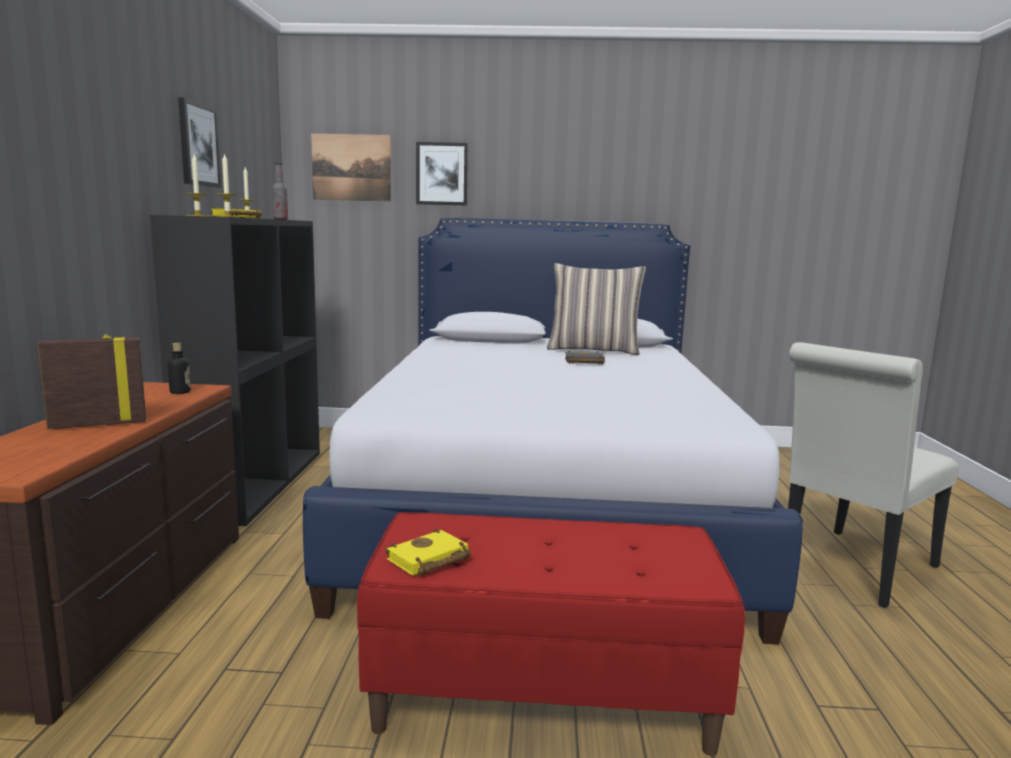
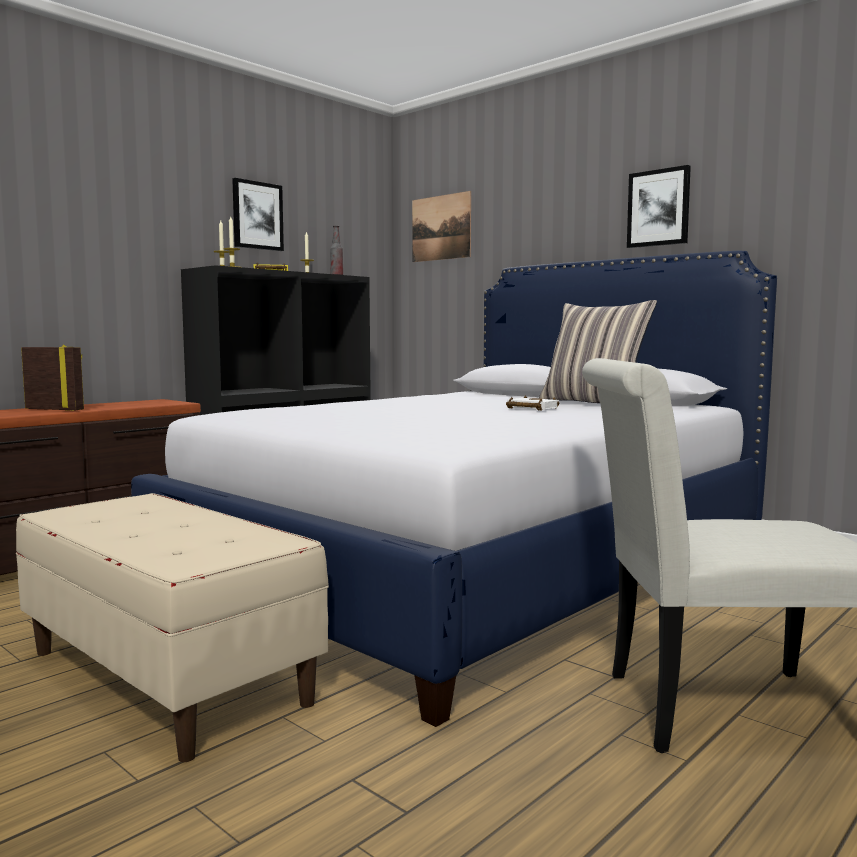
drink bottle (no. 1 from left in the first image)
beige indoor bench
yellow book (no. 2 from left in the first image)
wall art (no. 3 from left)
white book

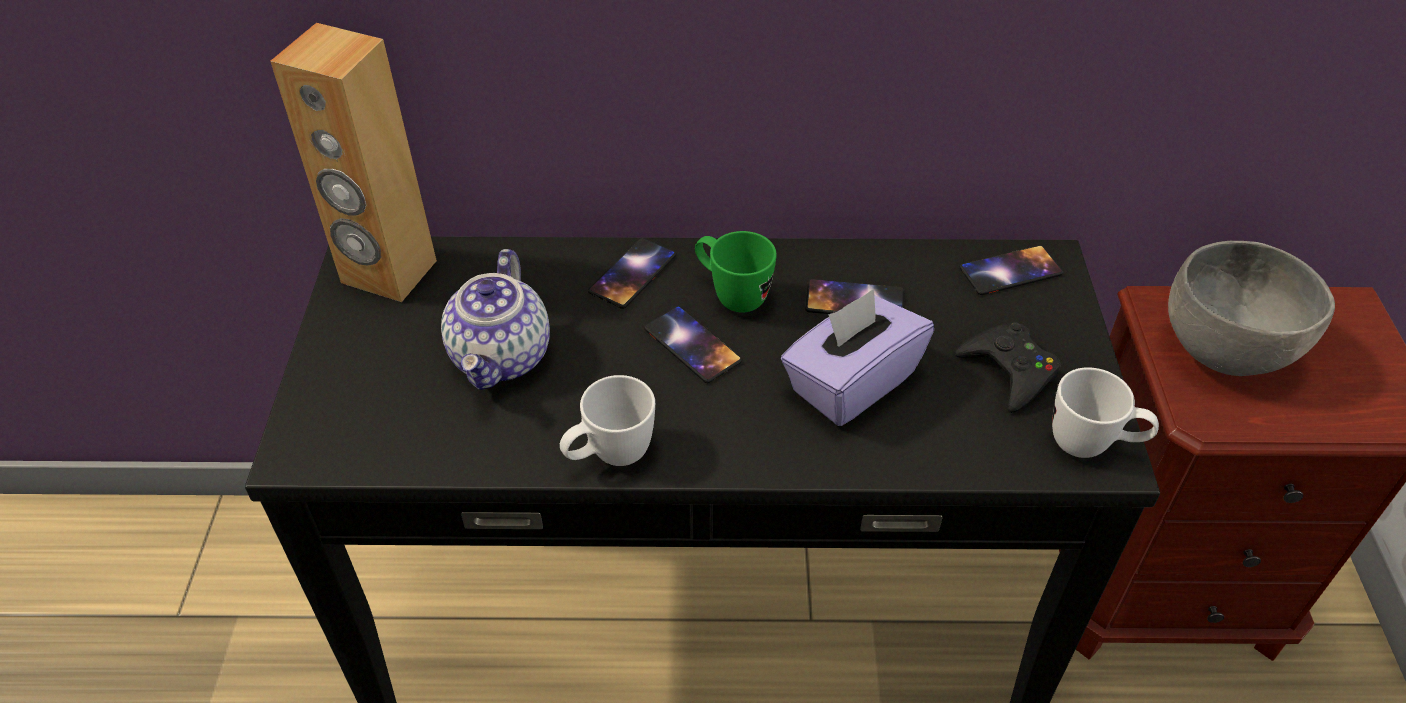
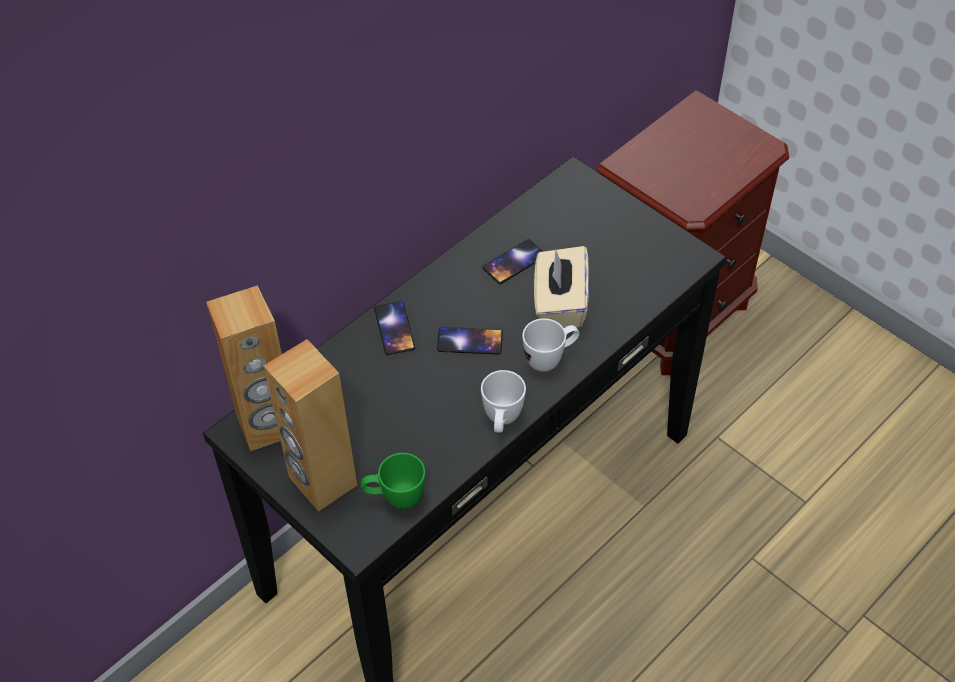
tea pot
greenish coffee mug
beige tissue box
blackish joypad
telephone (no. 4 from left in the first image)
white coffee mug (no. 2 from left)
gray bowl
brown audio speaker (no. 2 from left)

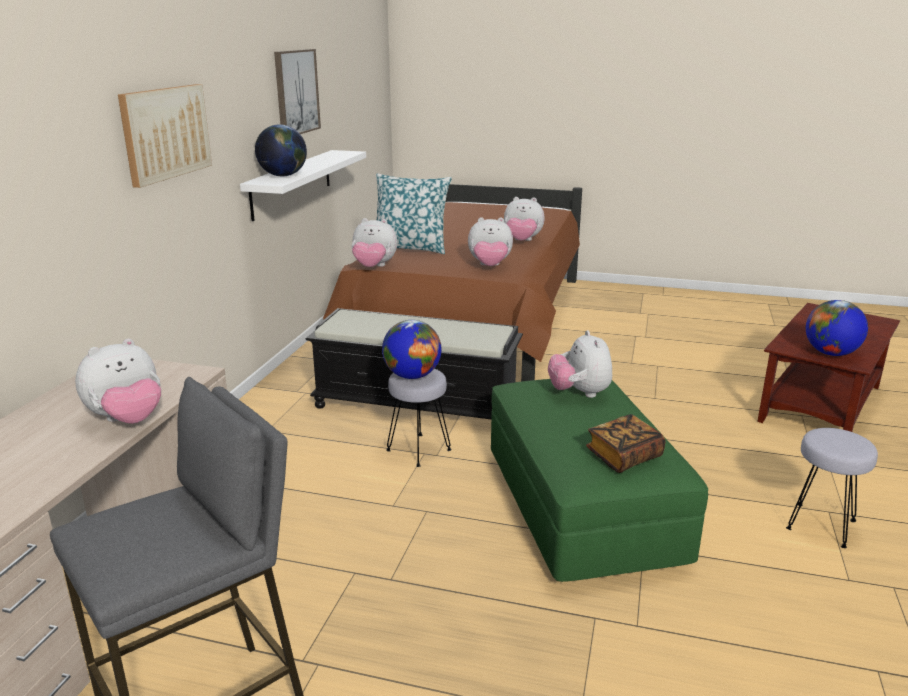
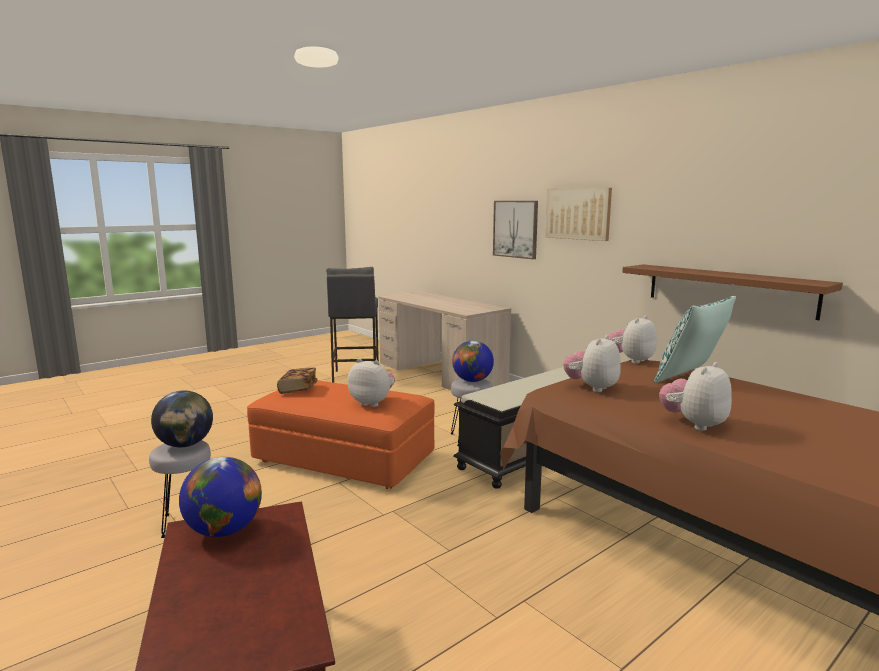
cuddly toy (no. 1 from left in the first image)
brown wall shelf
world globe (no. 1 from left)
wall art (no. 1 from left)
orange-coloured pouffe

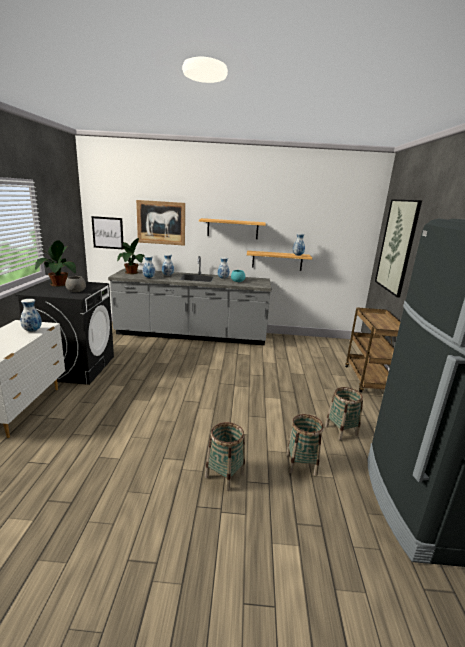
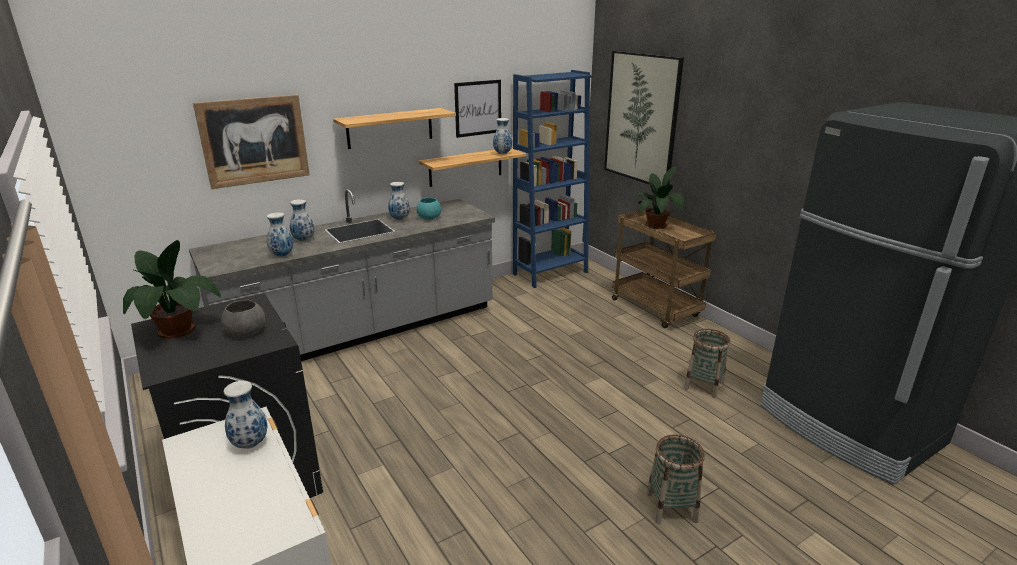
wall art (no. 2 from left)
houseplant (no. 2 from left)
storage basket (no. 2 from left in the first image)
bluish shelving unit

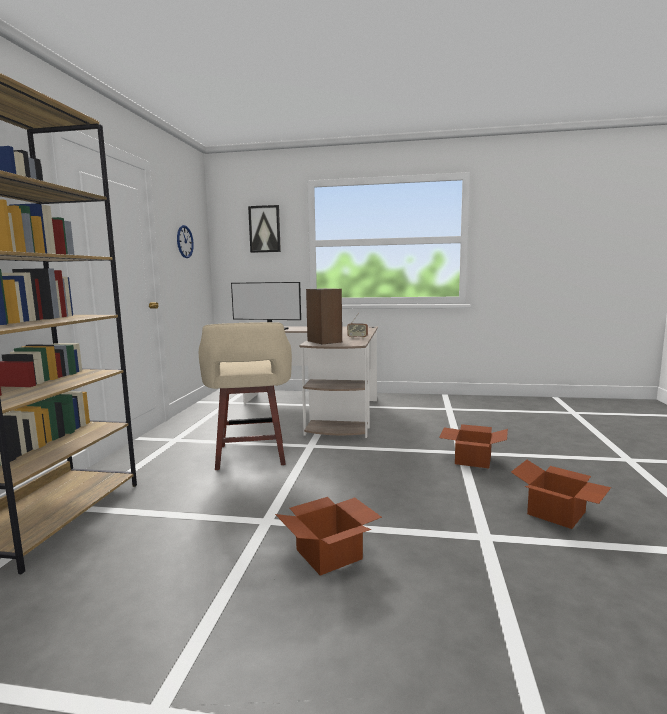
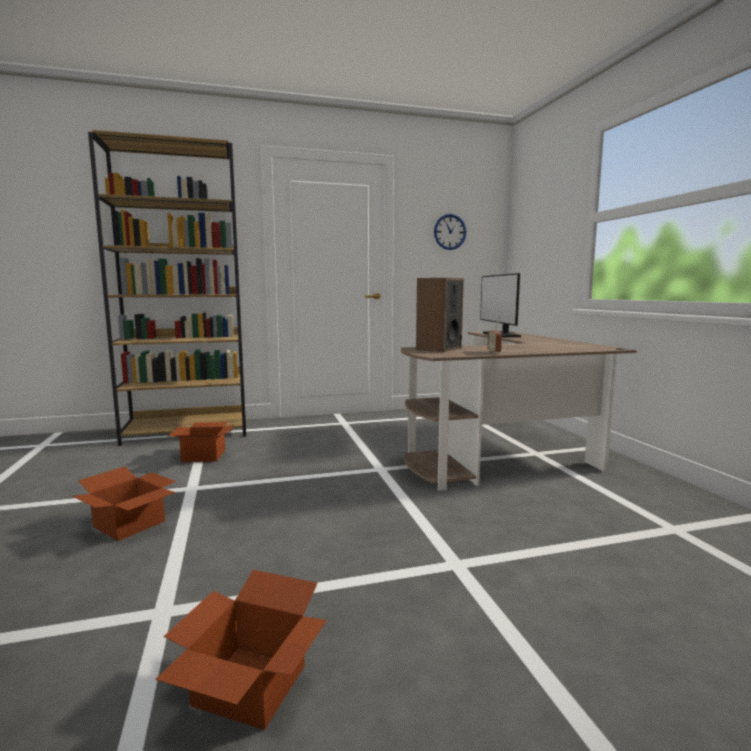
beige stool
wall art
packing box (no. 2 from left)

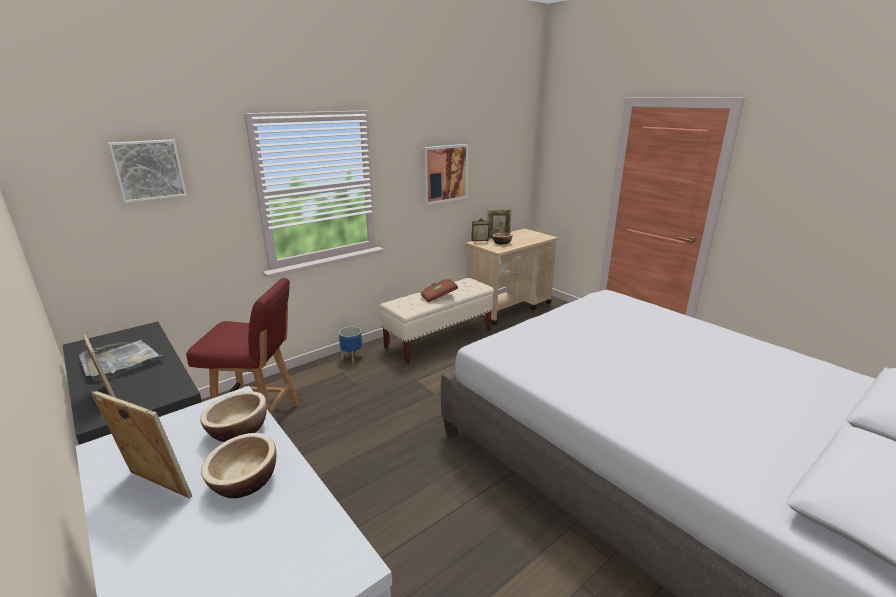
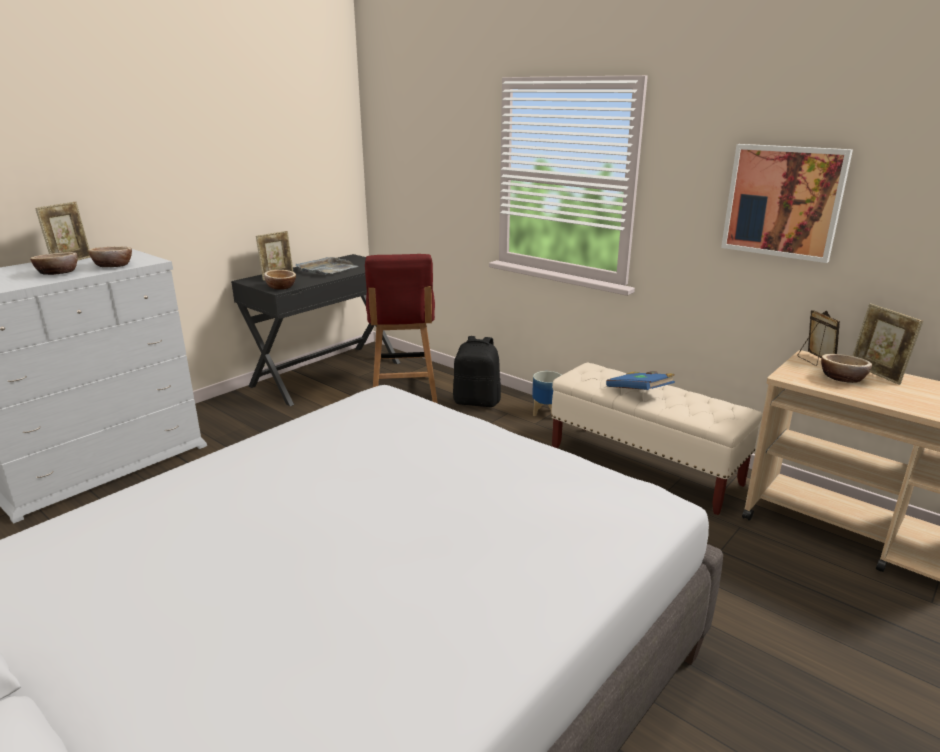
wall art (no. 1 from left in the first image)
bluish book
bowl (no. 3 from left)
blackish backpack

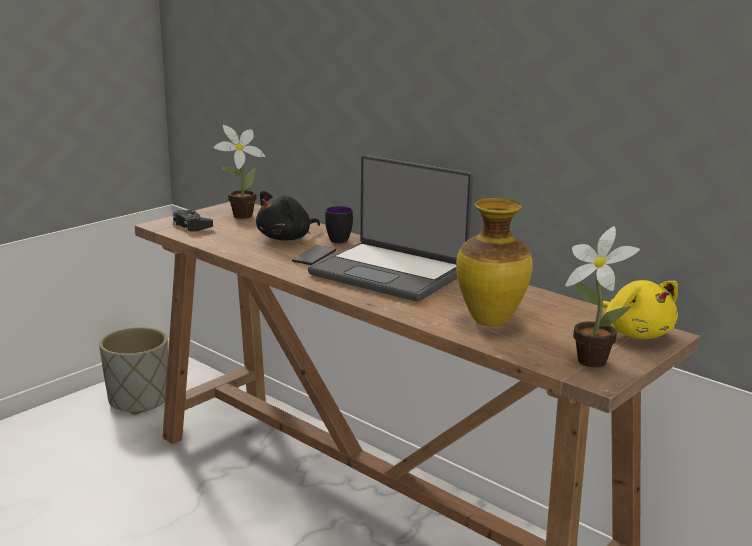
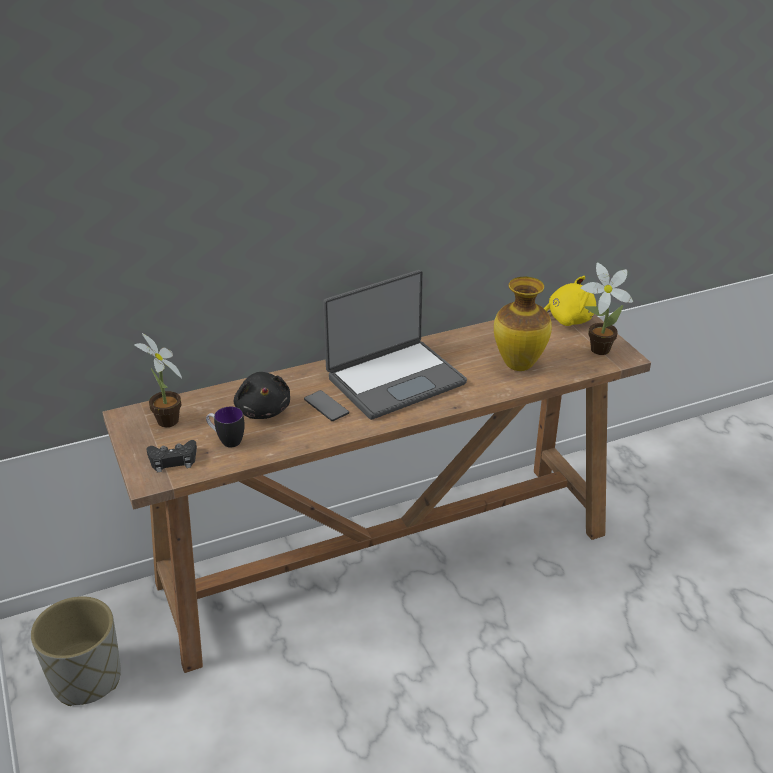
coffee mug

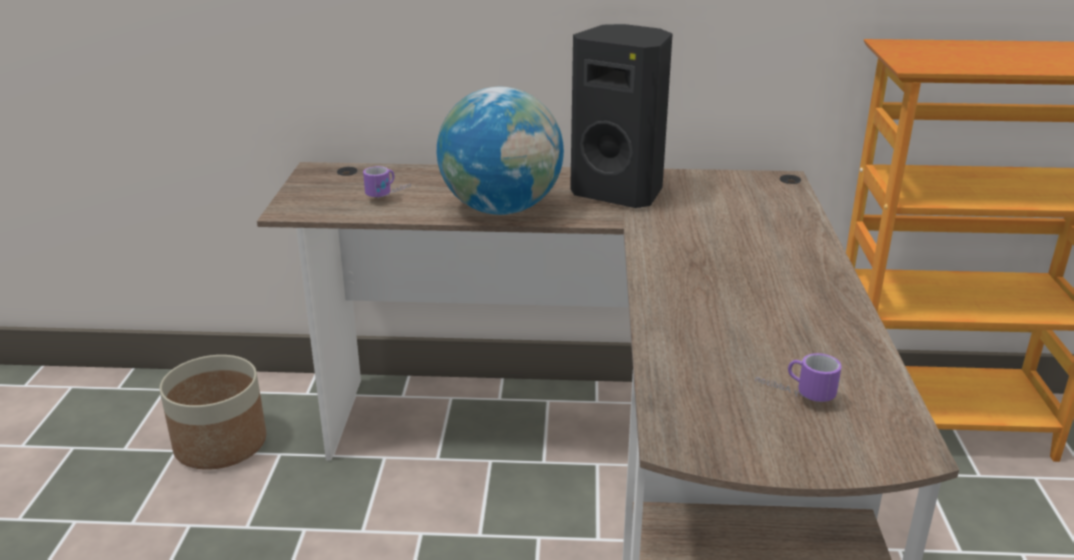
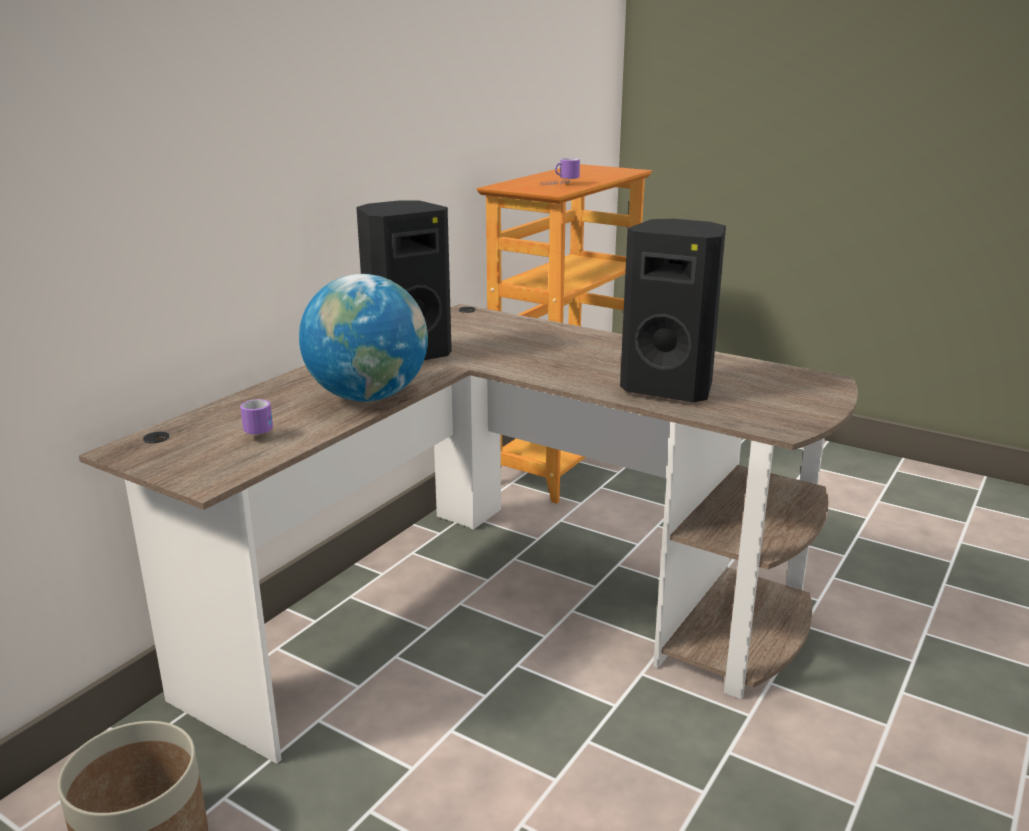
coffee mug (no. 2 from left)
blackish audio speaker (no. 2 from left)

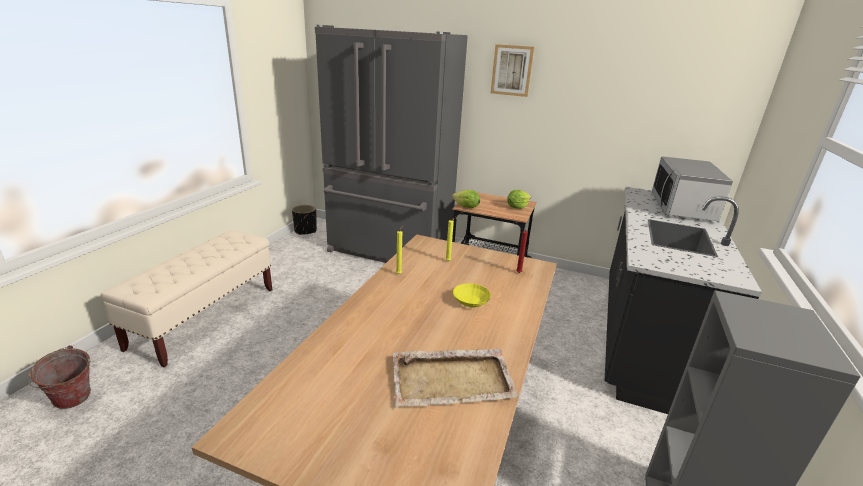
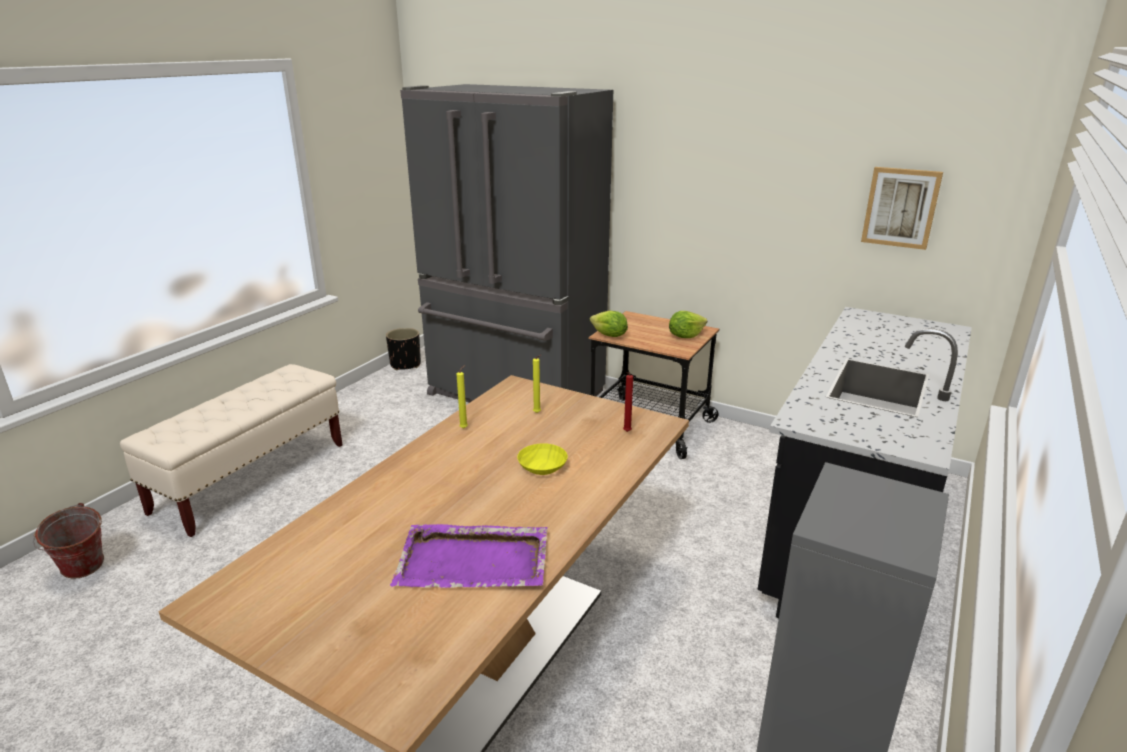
purple-coloured tray
wall art
microwave oven

